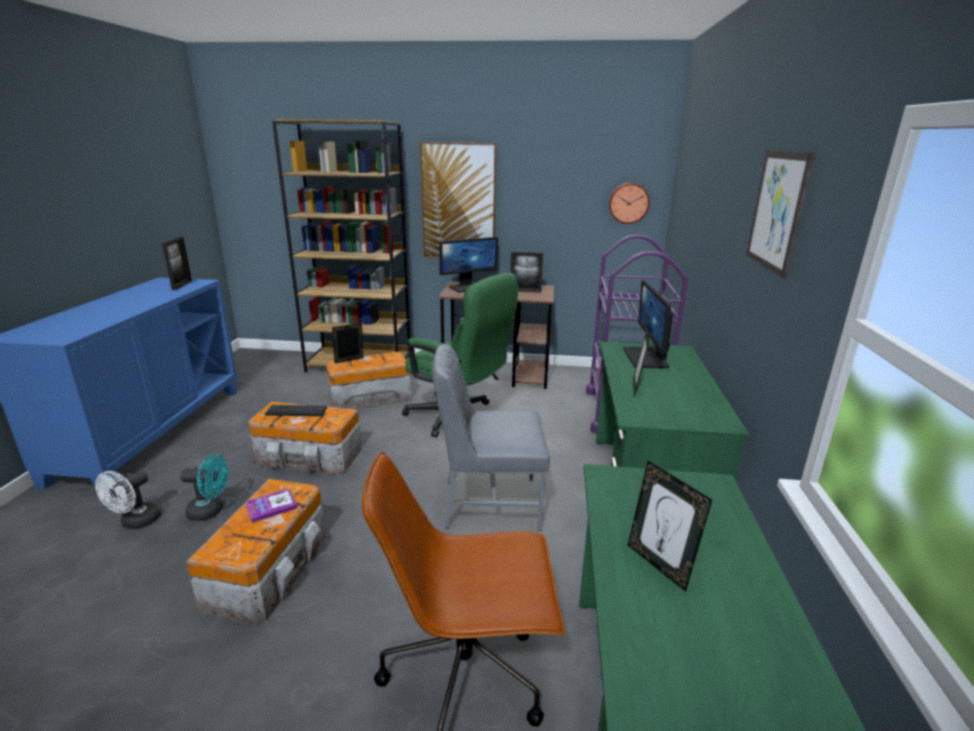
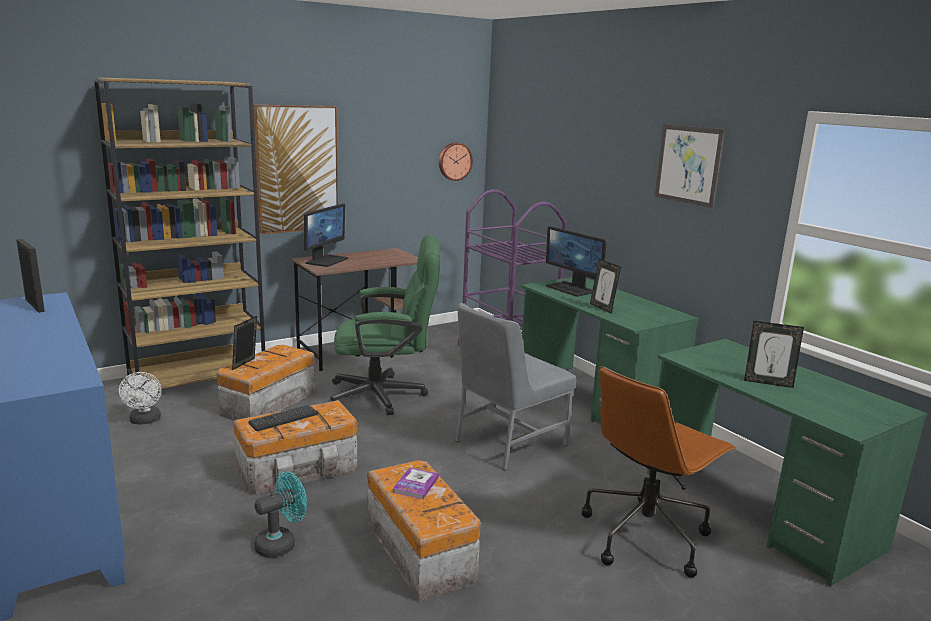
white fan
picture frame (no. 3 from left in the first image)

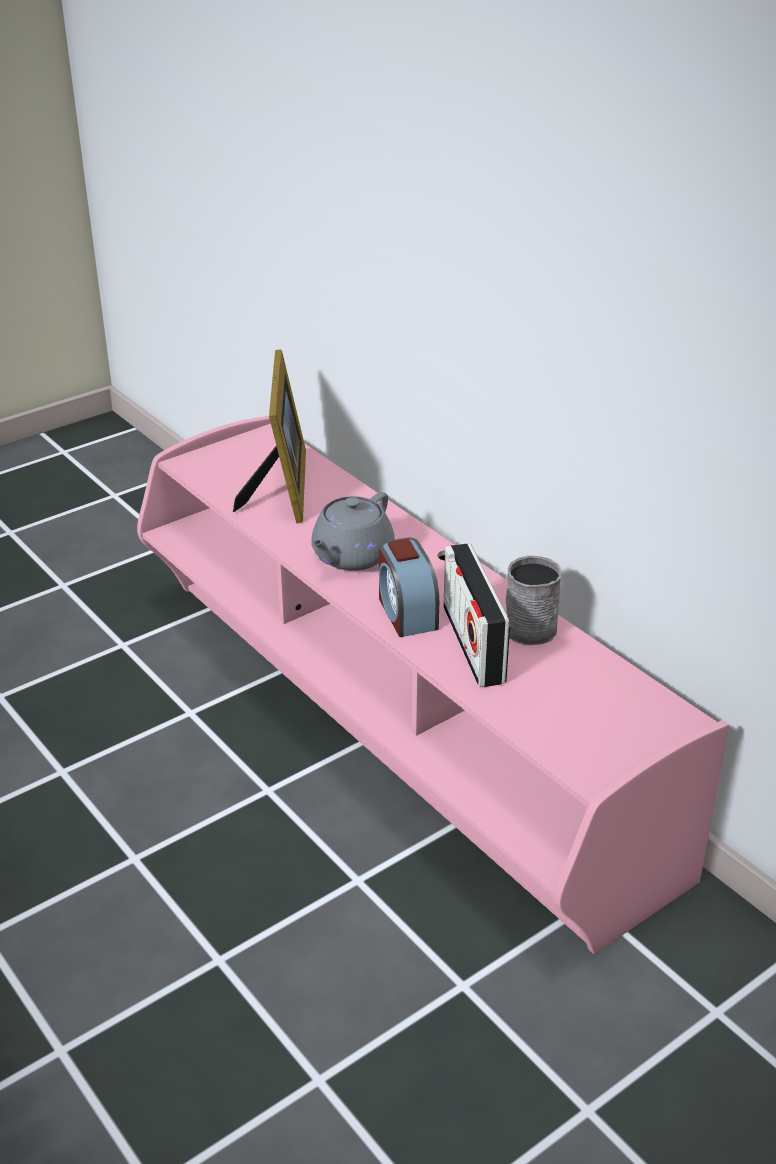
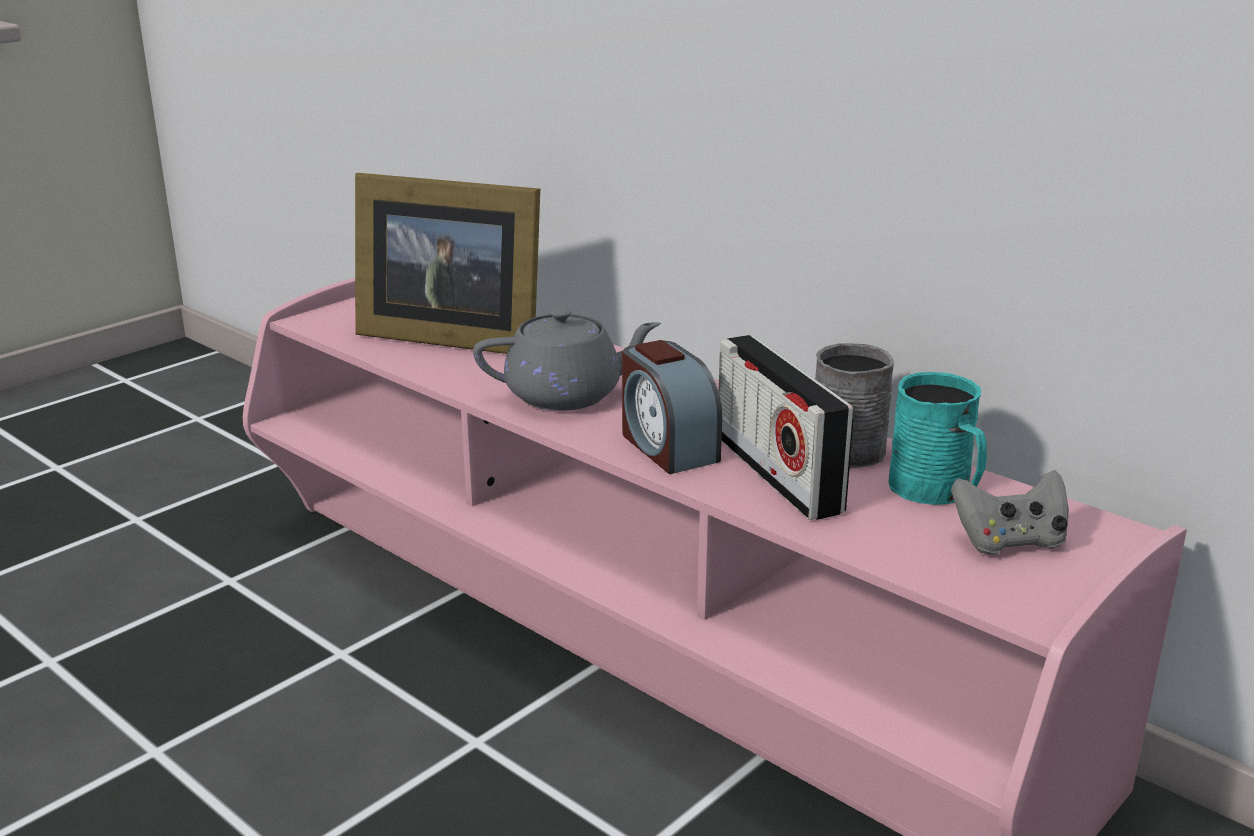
picture frame
gray tea pot
turquoise-coloured coffee mug
gray joypad

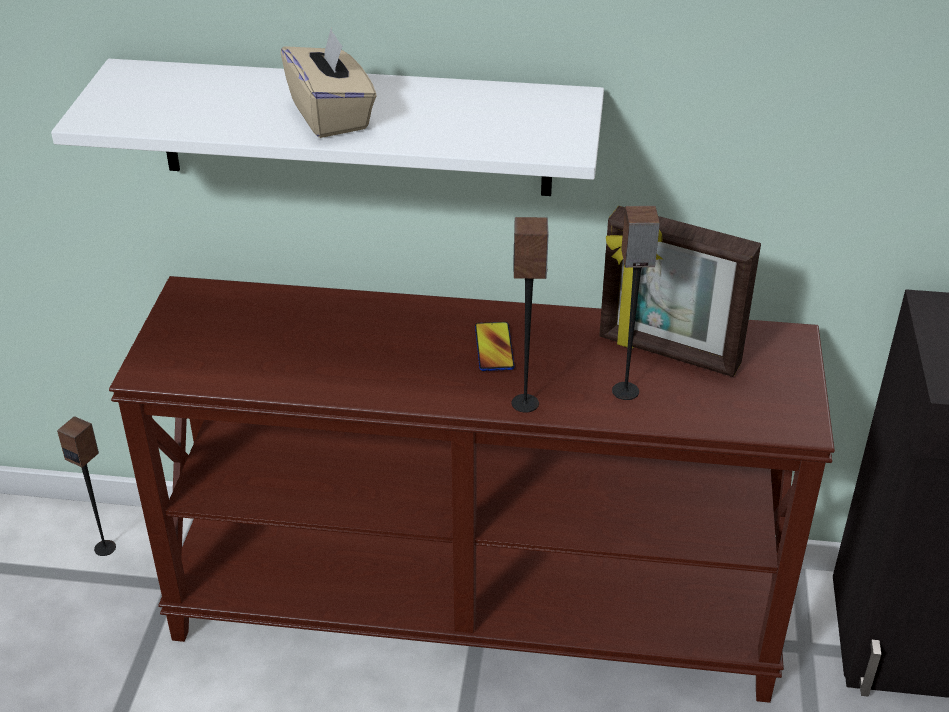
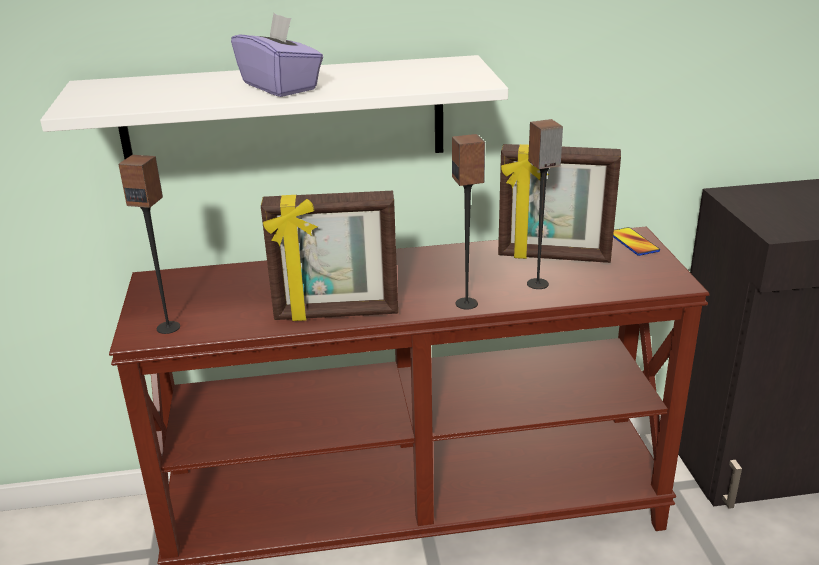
audio speaker (no. 1 from left)
purple-coloured tissue box
telephone
picture frame (no. 1 from left)

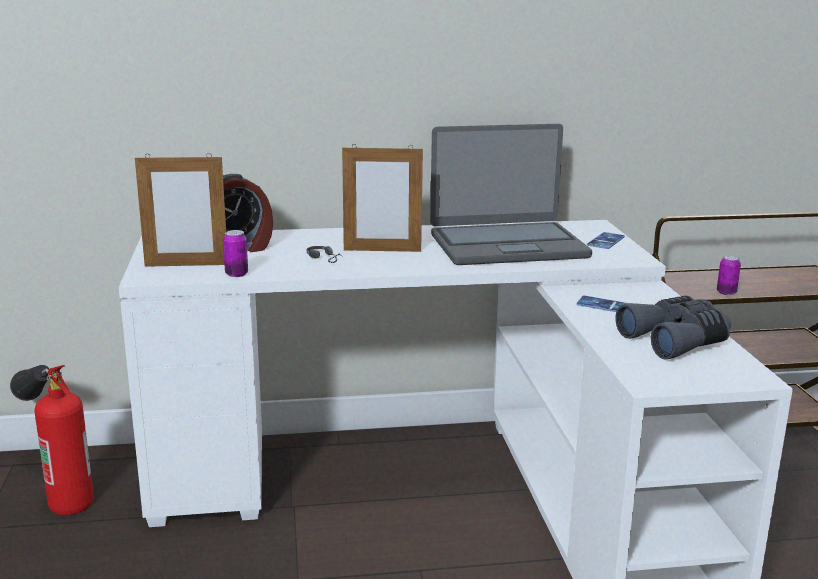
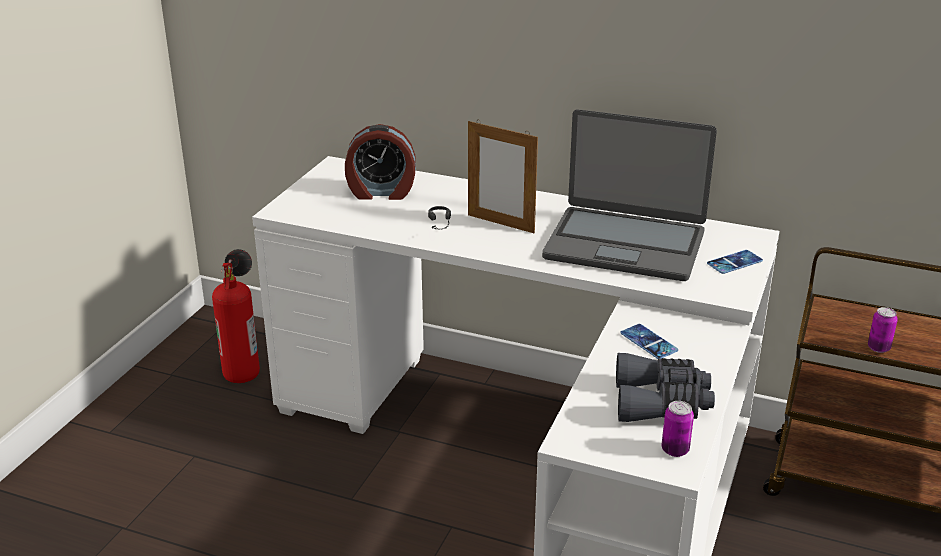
picture frame (no. 1 from left in the first image)
can (no. 1 from left)

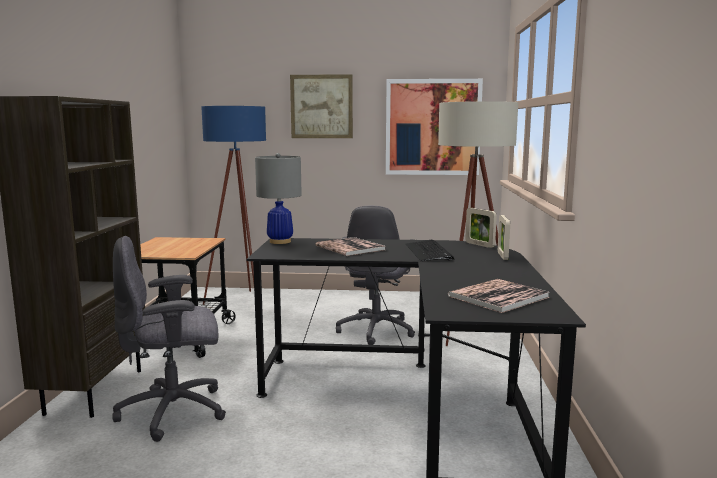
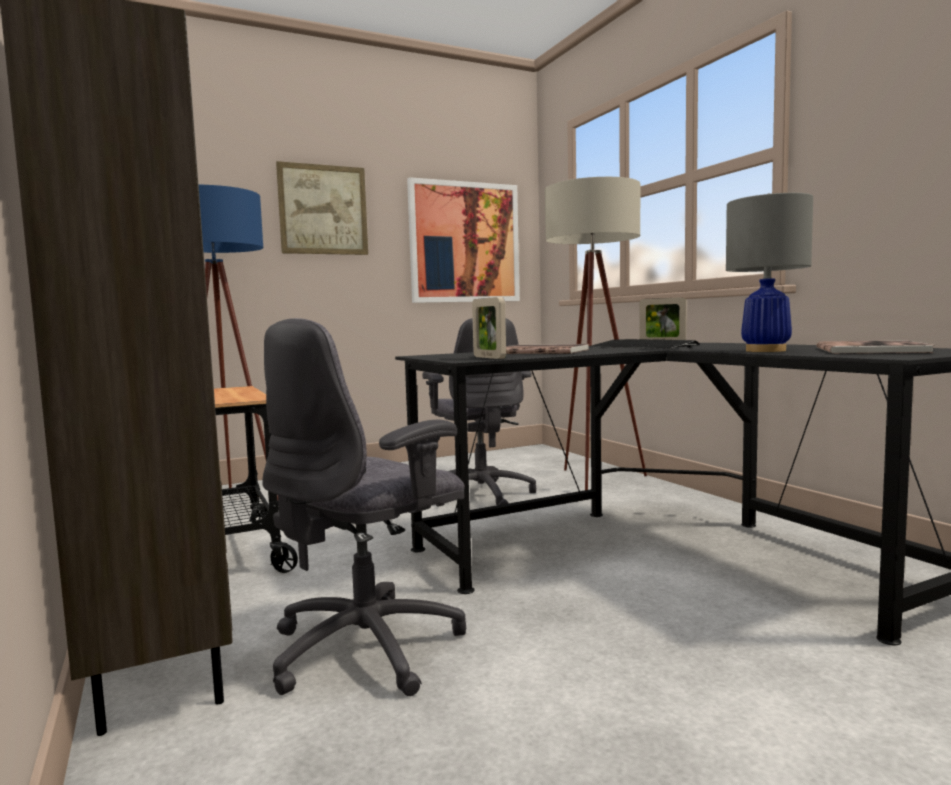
gray lamp for a table
picture frame (no. 1 from left)

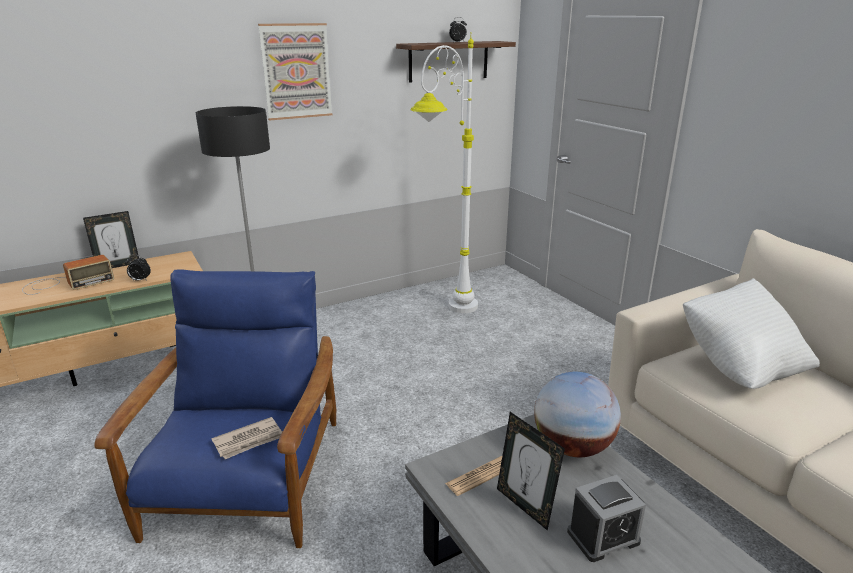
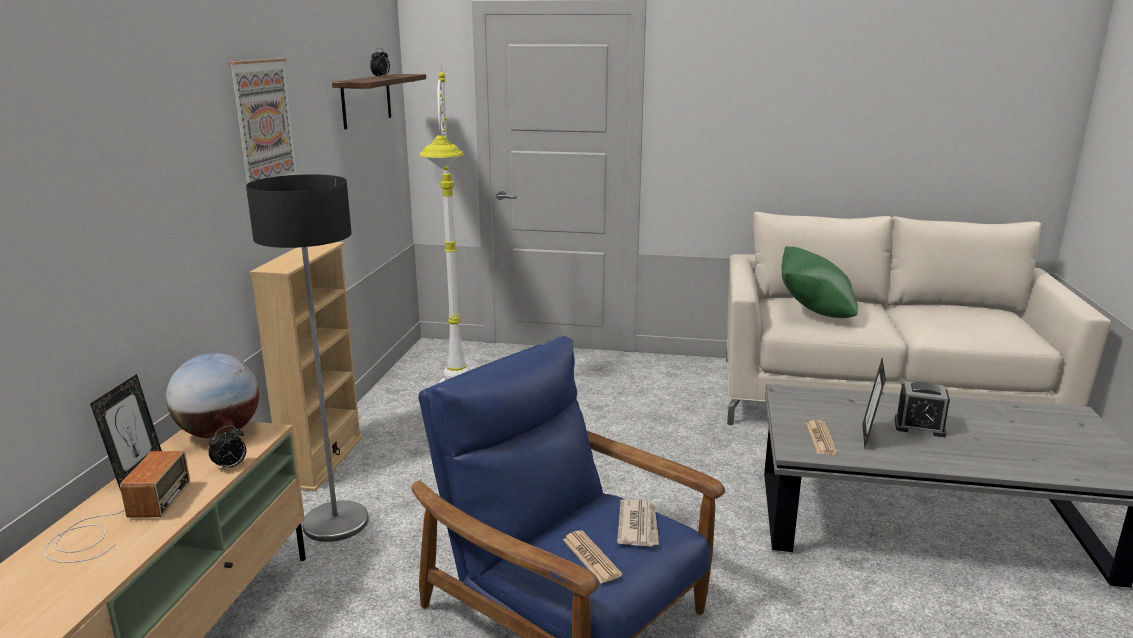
picture frame (no. 2 from left)
world globe
alarm clock (no. 3 from left)
greenish cushion
beige shelving unit
daily paper (no. 1 from left)

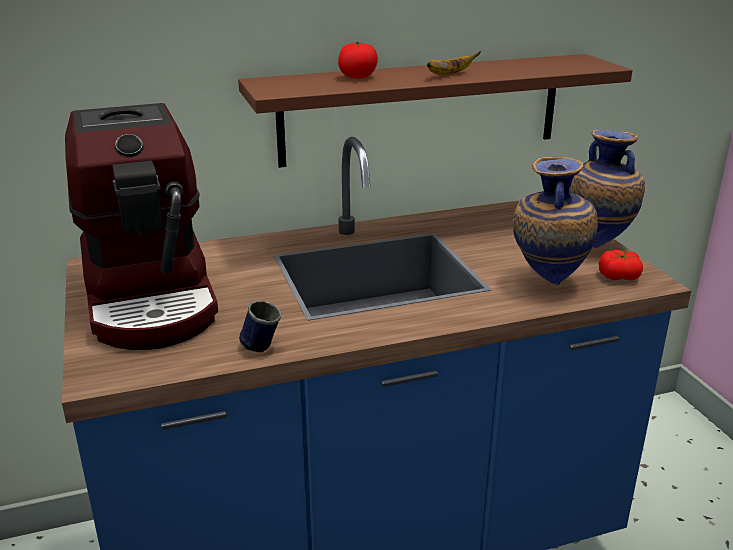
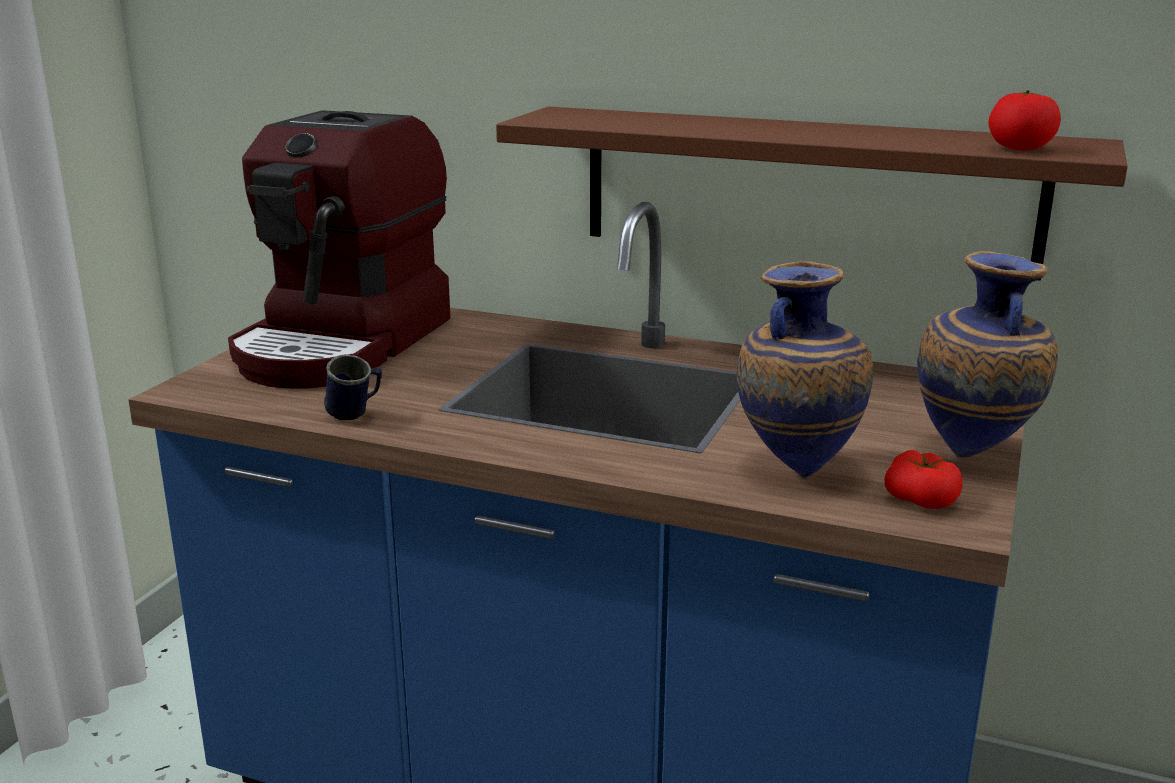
whole tomato (no. 2 from left)
whole banana

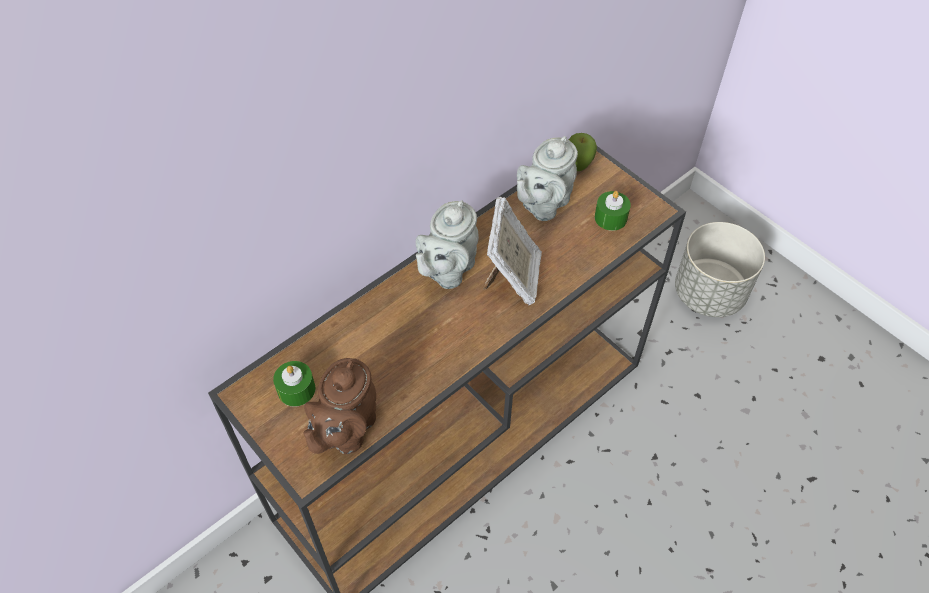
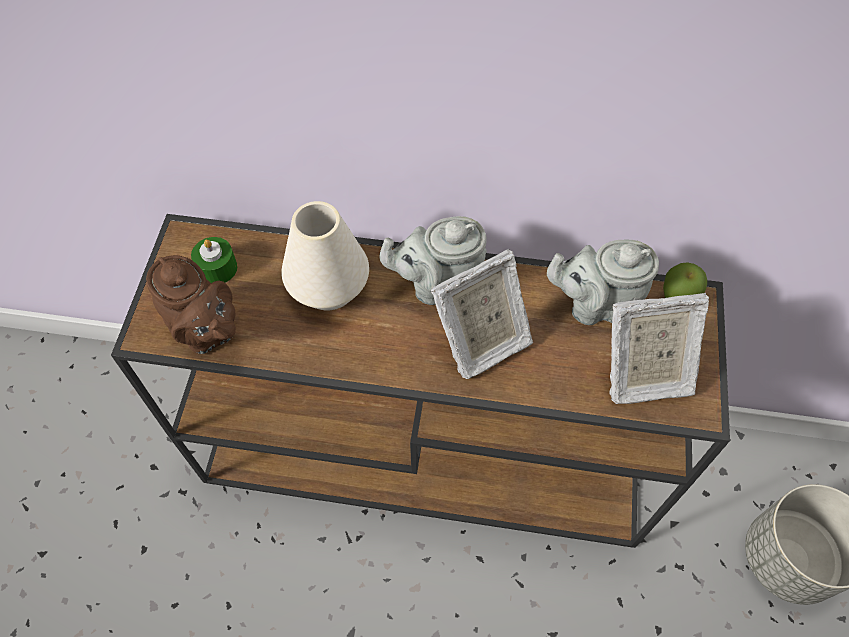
brown tea pot
picture frame (no. 2 from left)
white flower vase

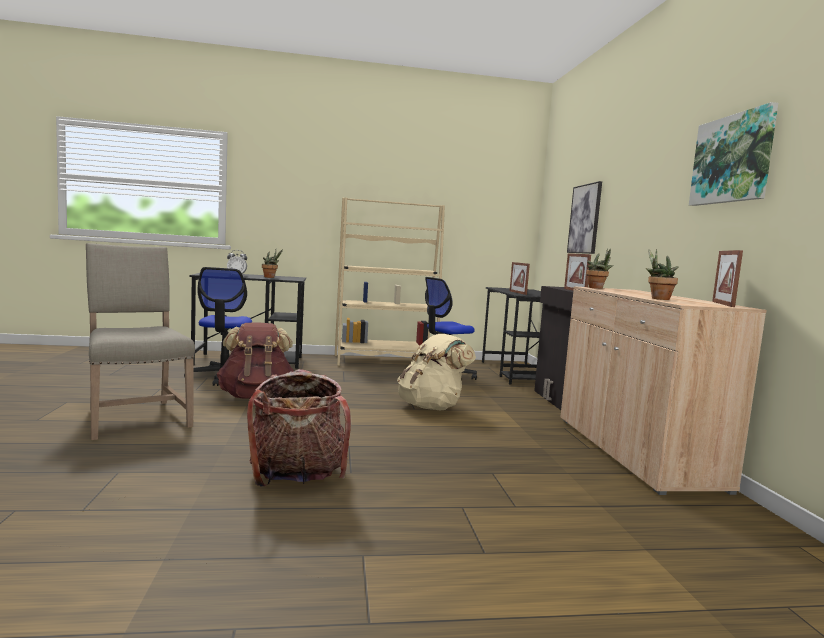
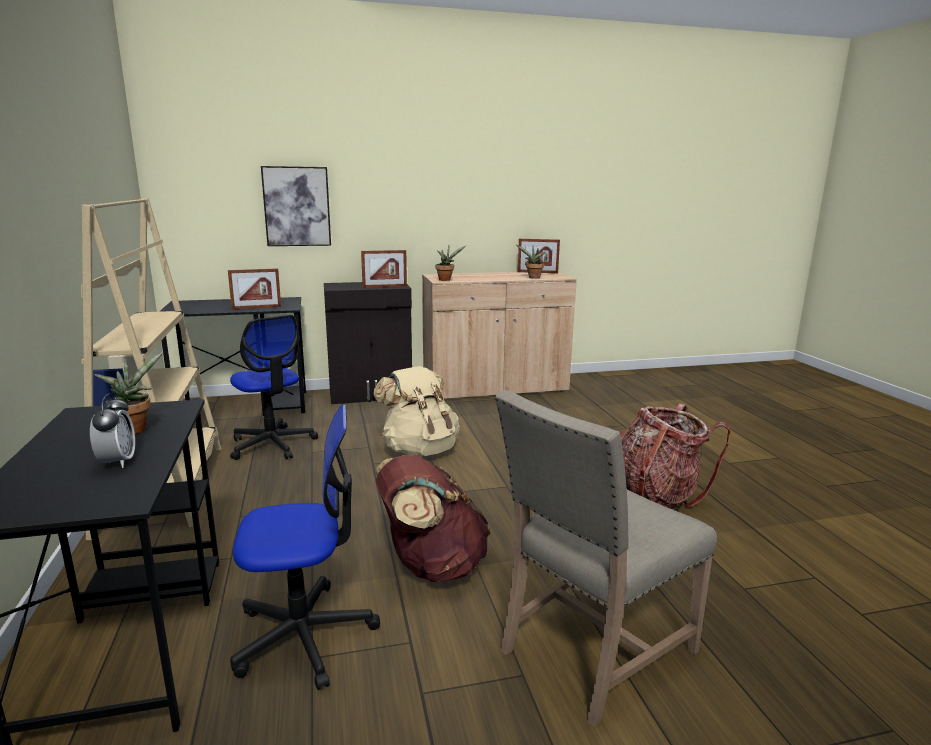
wall art (no. 2 from left in the first image)

